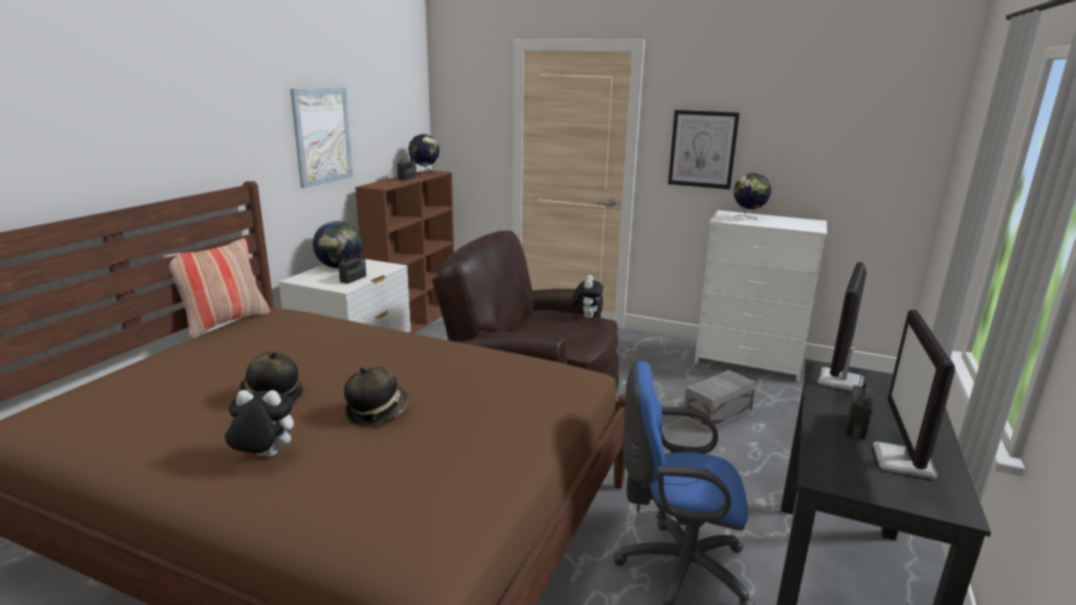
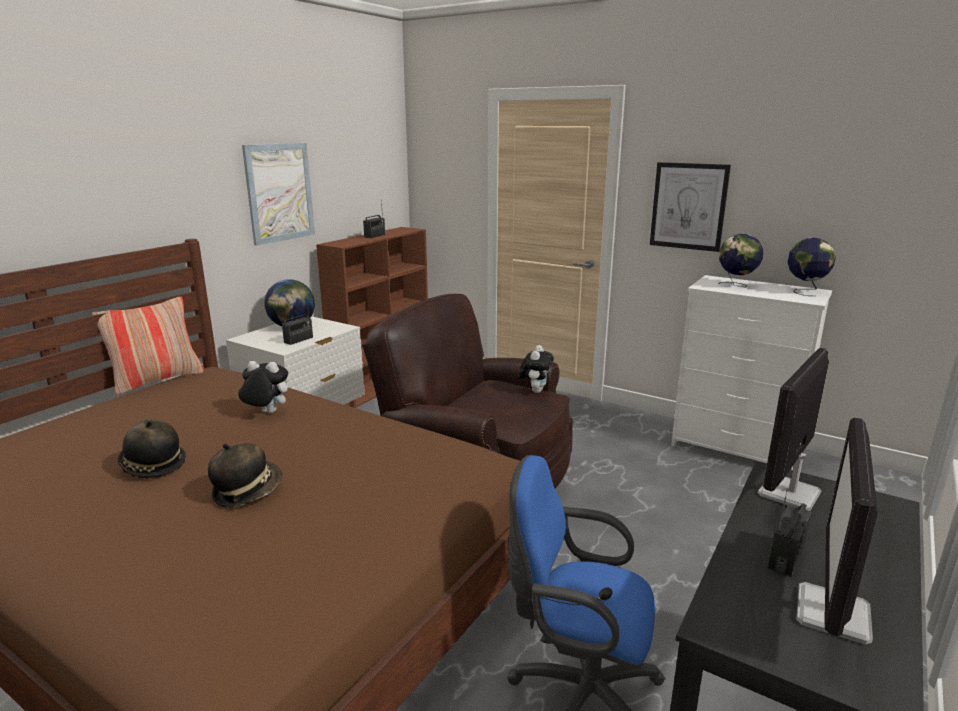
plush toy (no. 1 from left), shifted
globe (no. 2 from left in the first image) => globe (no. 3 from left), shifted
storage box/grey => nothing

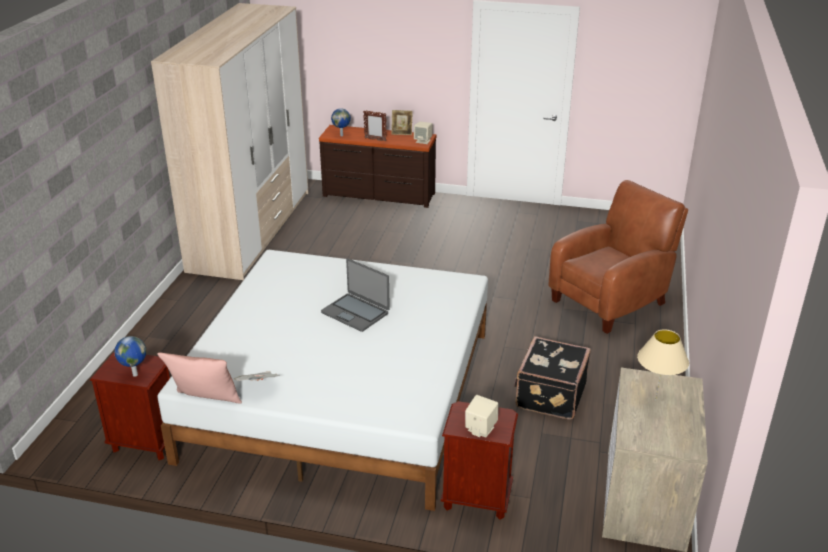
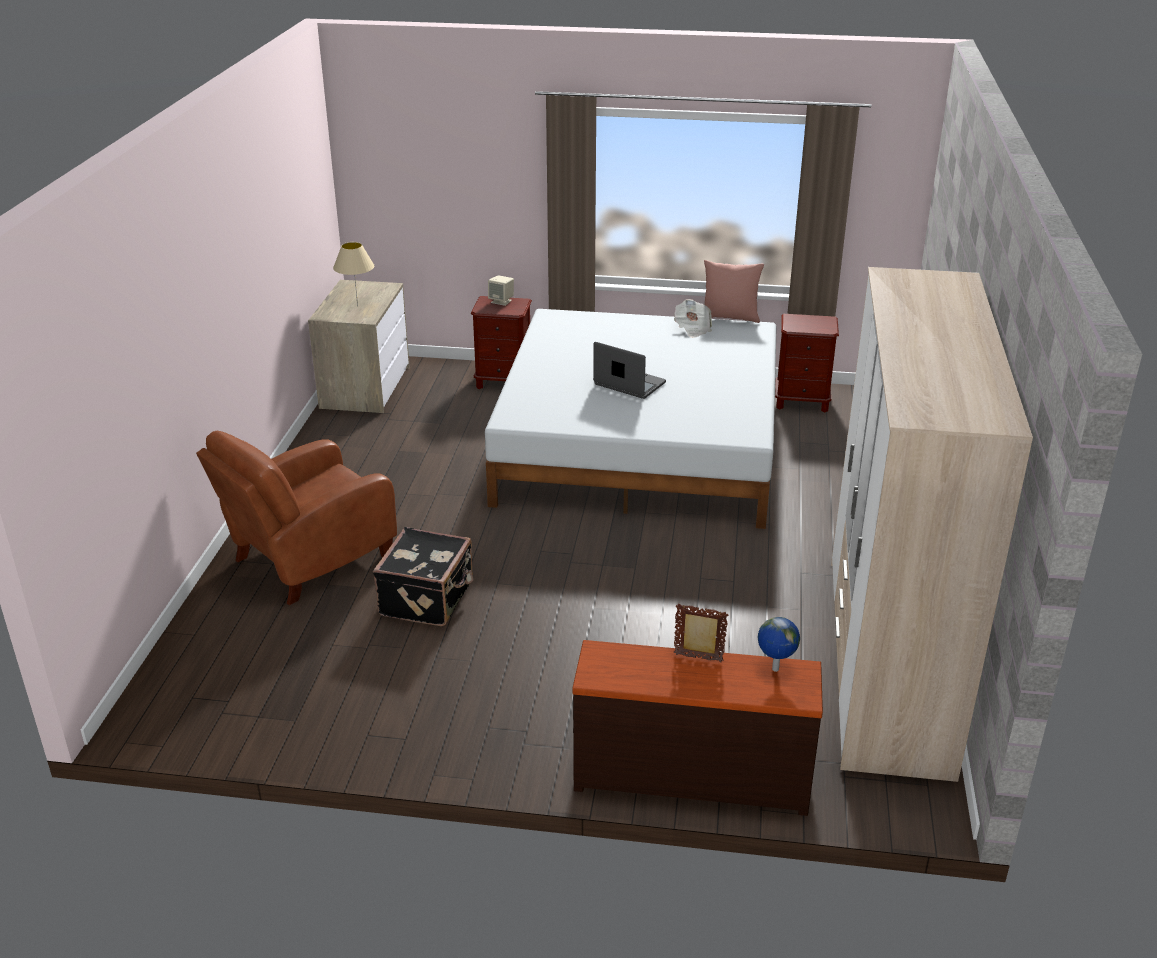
suitcase/black, shifted
globe (no. 1 from left) => nothing
picture frame (no. 2 from left) => nothing
speaker/beige (no. 1 from left) => nothing

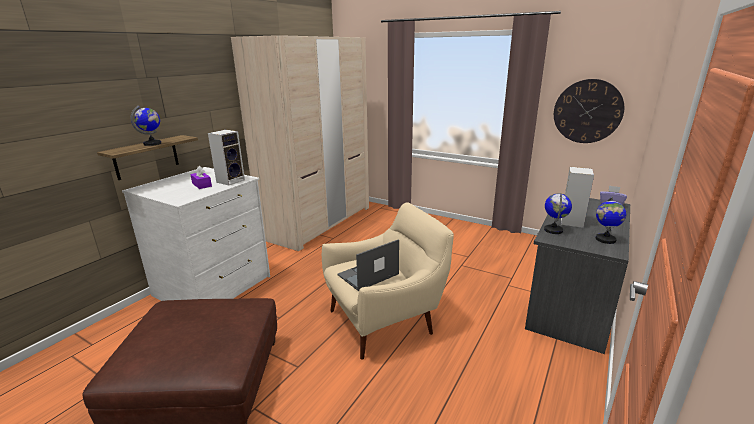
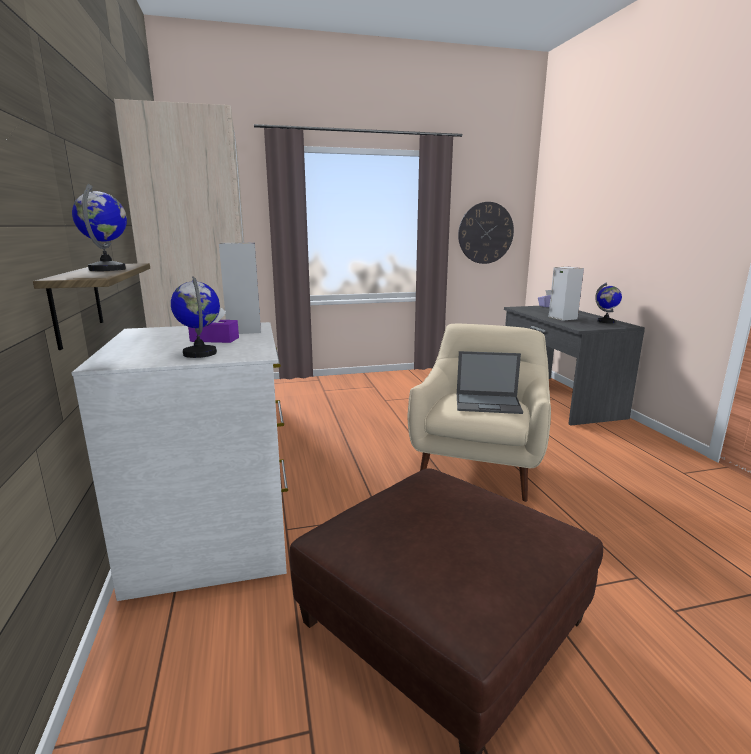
globe (no. 2 from left), shifted
laptop, 90 degrees counterclockwise

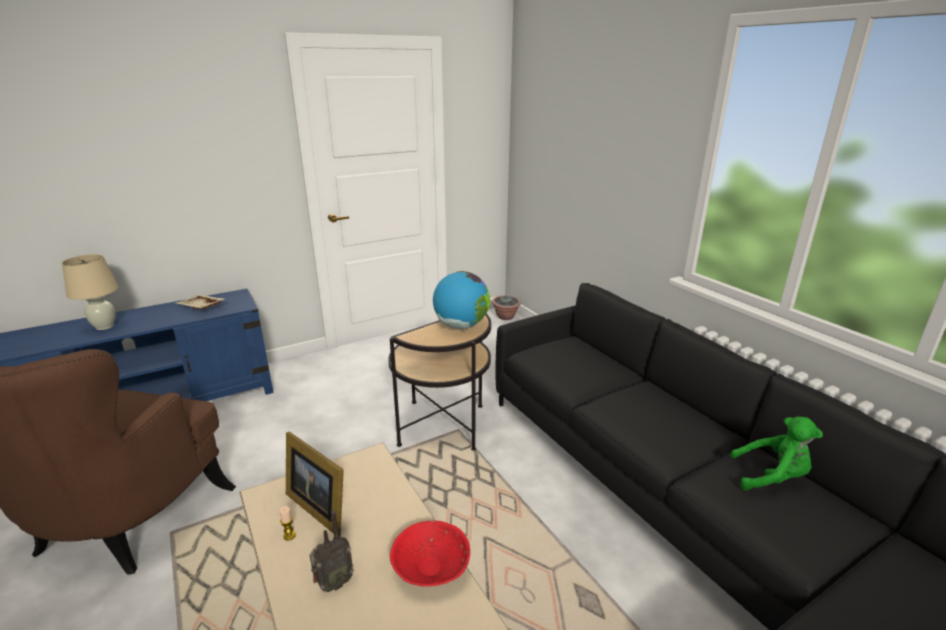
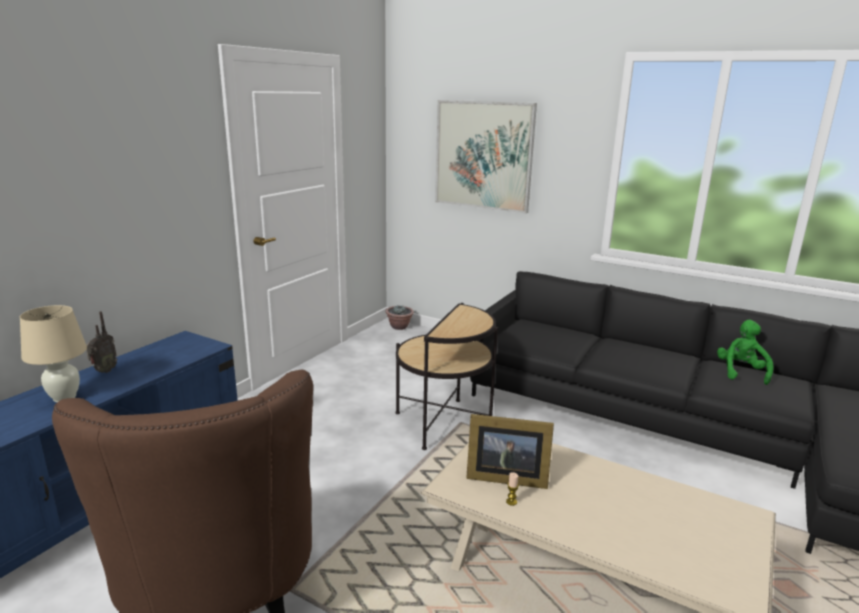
radio, shifted
nothing => picture
plush toy/green, 60 degrees counterclockwise
tray/beige => nothing
bowl/red => nothing
globe => nothing

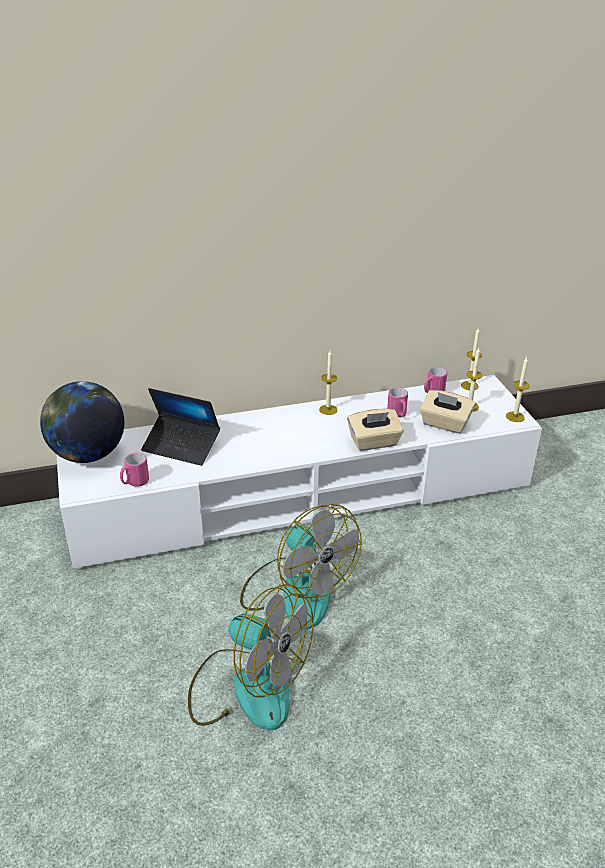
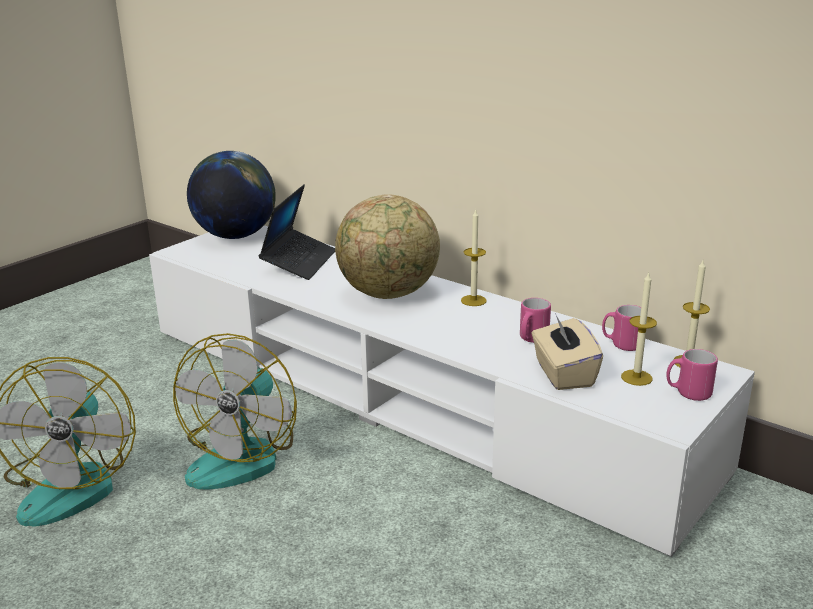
laptop, 150 degrees counterclockwise
nothing => globe (no. 2 from left)
mug/pink (no. 1 from left in the first image) => mug/pink (no. 3 from left), shifted
tissue box/beige (no. 1 from left) => nothing
candle (no. 4 from left) => nothing

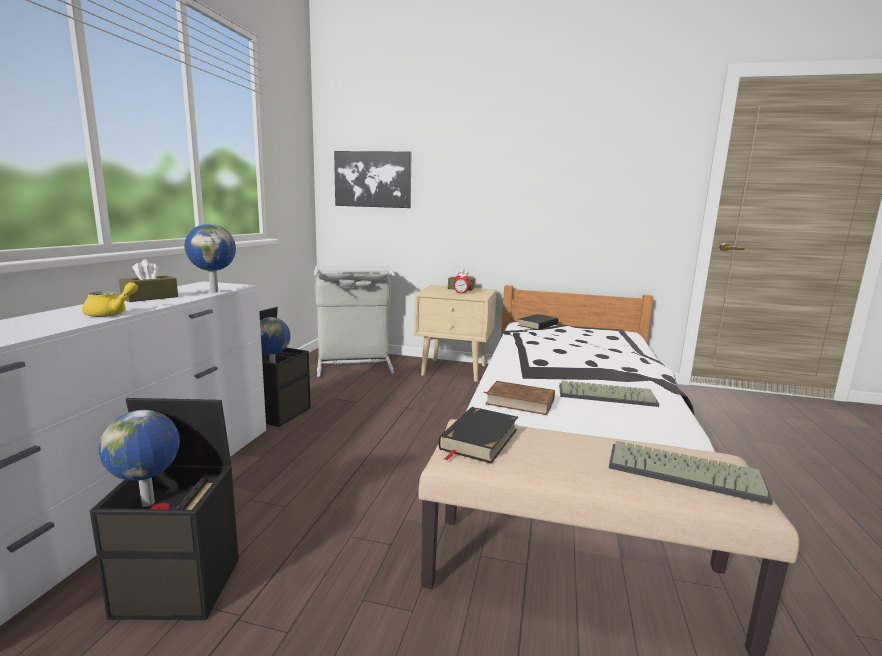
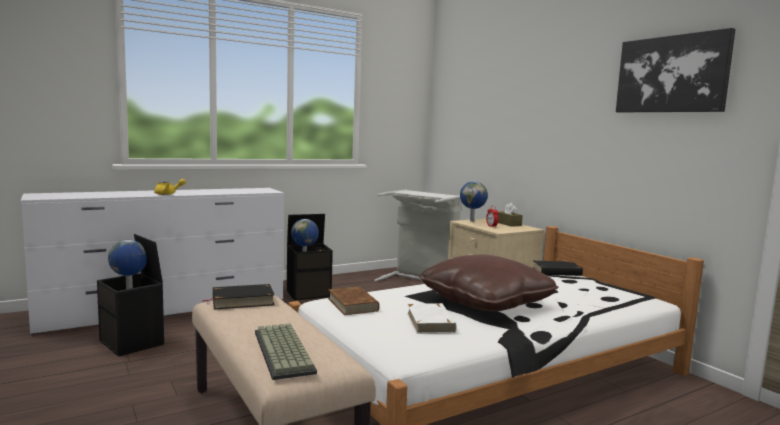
keyboard (no. 1 from left) => book/white
nothing => pillow/brown
globe (no. 2 from left in the first image) => globe (no. 3 from left), shifted
picture, shifted
tissue box/brown (no. 1 from left) => nothing

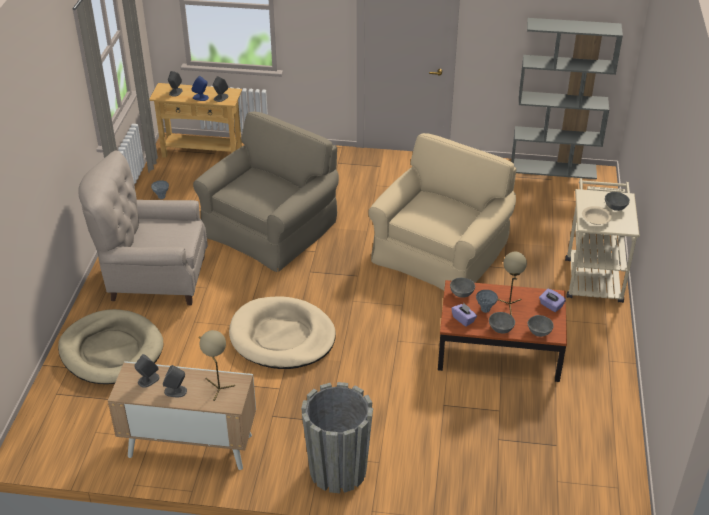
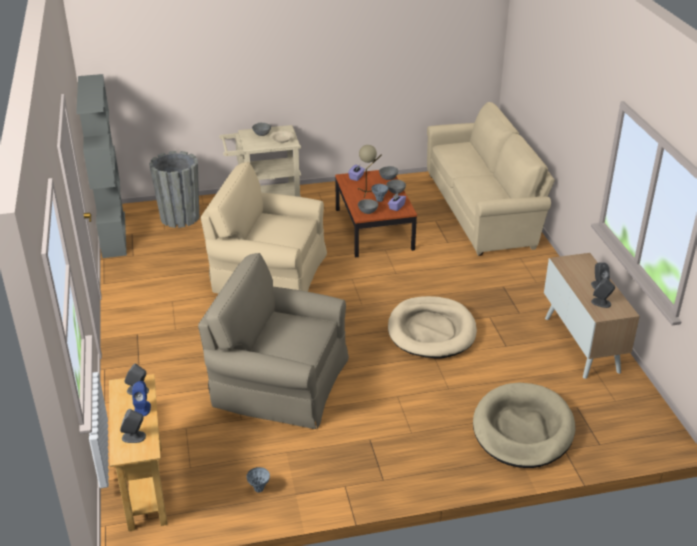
planter/grey, shifted
nothing => sofa/beige
armchair/beige (no. 1 from left) => nothing
table lamp/beige (no. 1 from left) => nothing

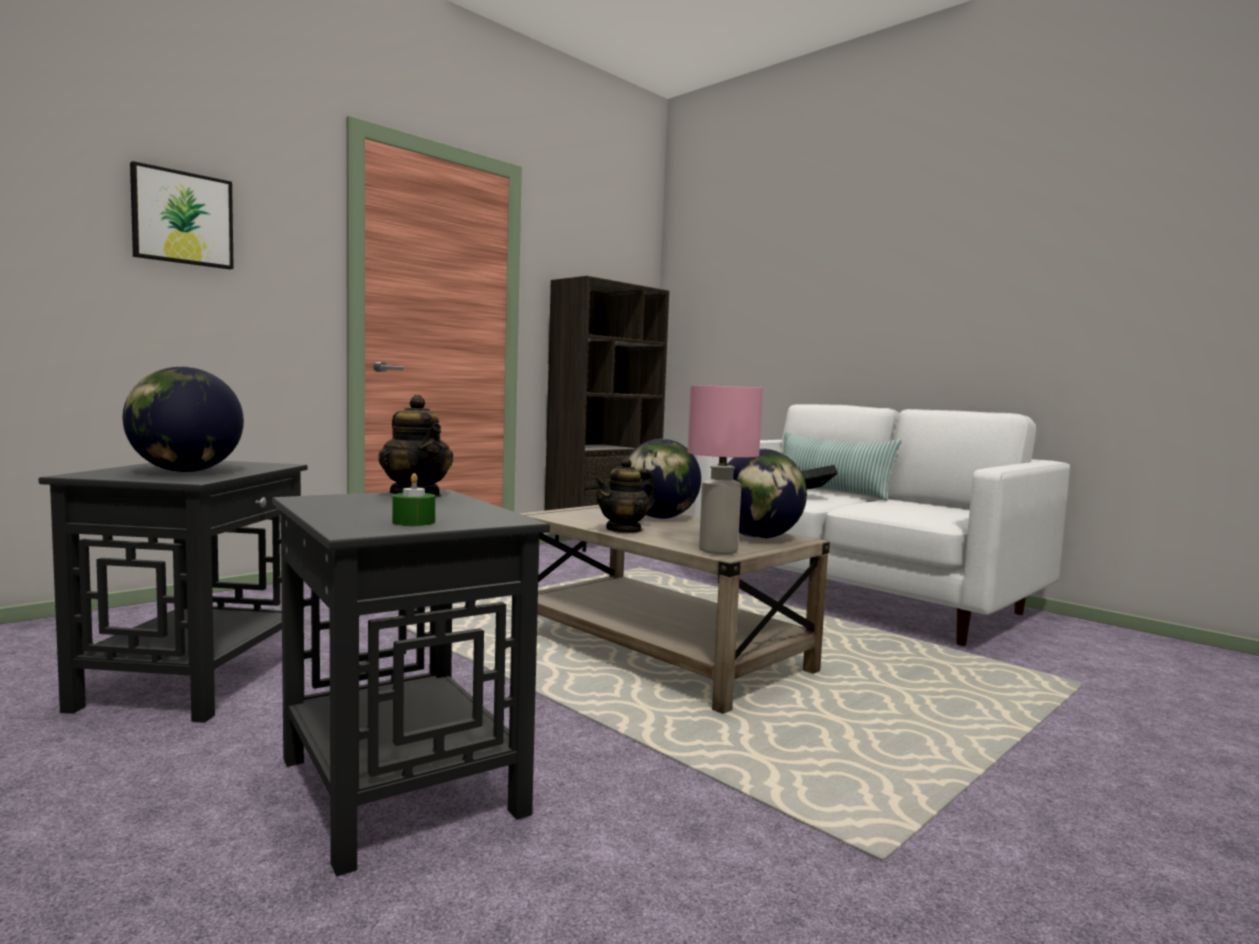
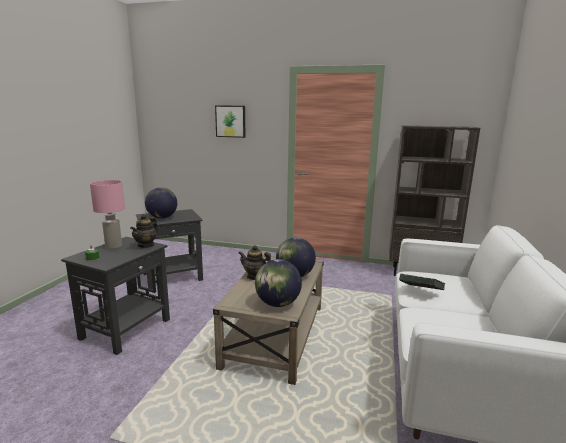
table lamp/pink, shifted
pillow => nothing

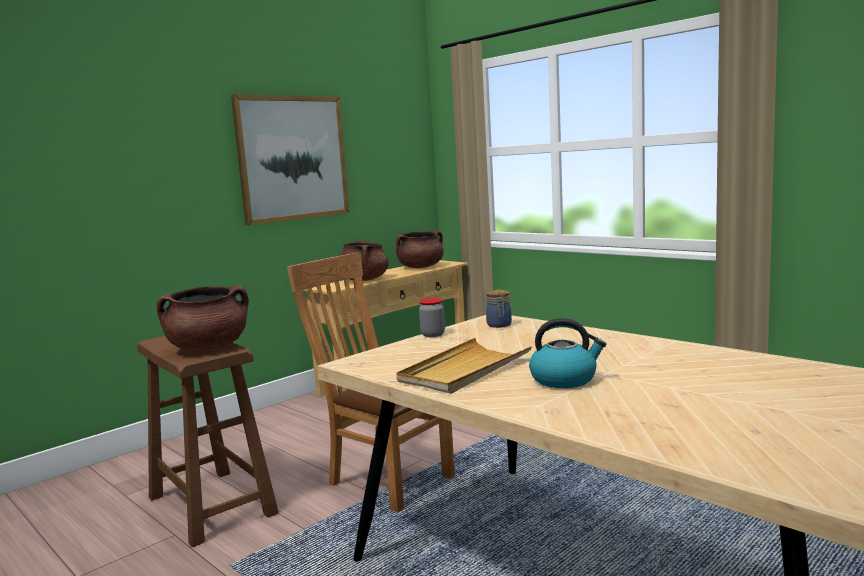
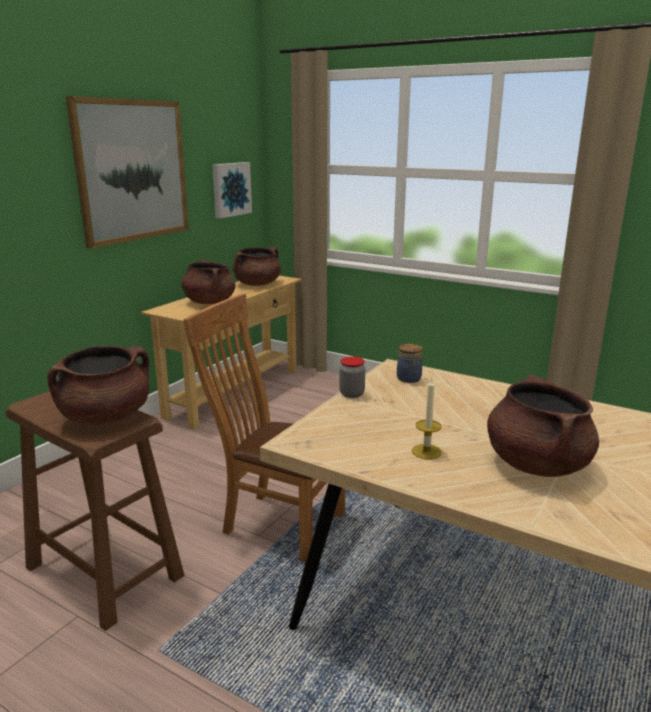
nothing => picture (no. 2 from left)
tray/beige => candle
kettle => cooking pot/brown (no. 4 from left)

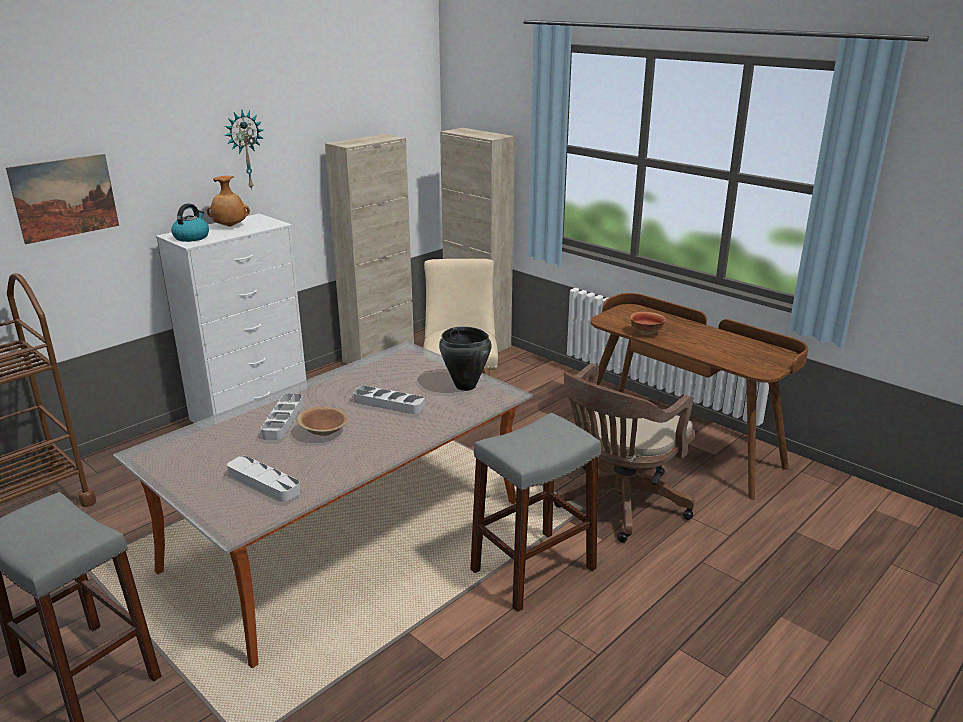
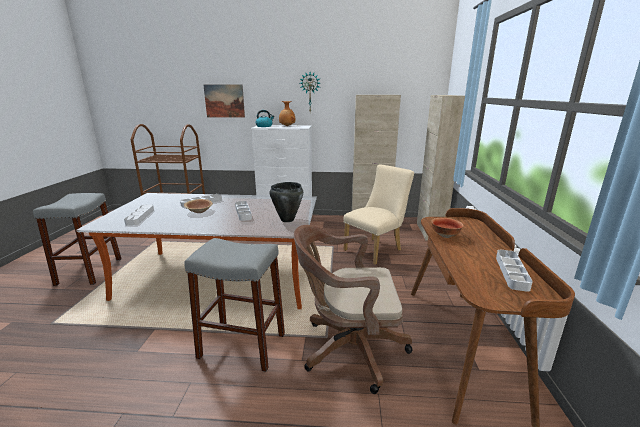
nothing => tray/grey (no. 4 from left)

